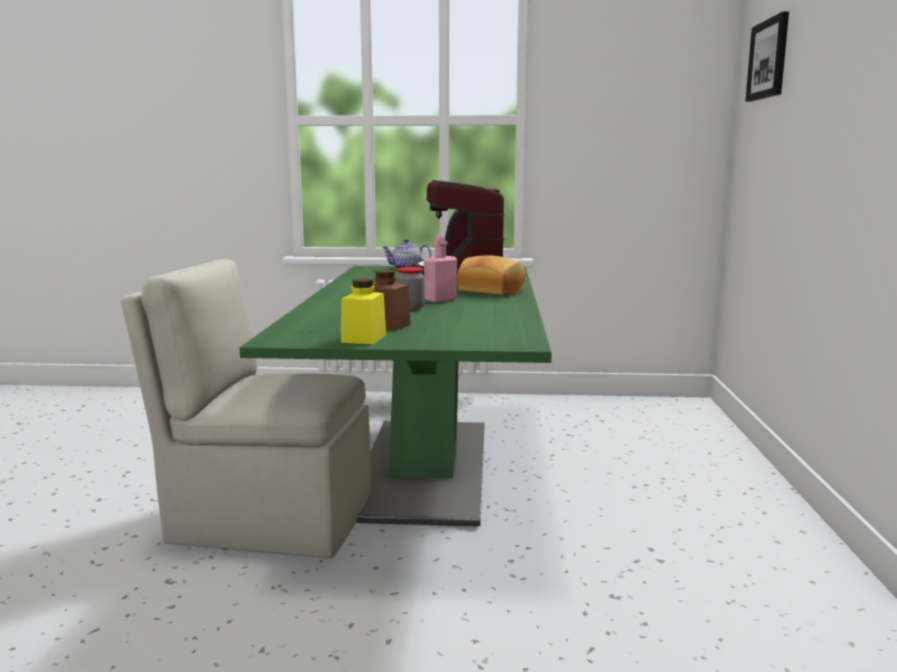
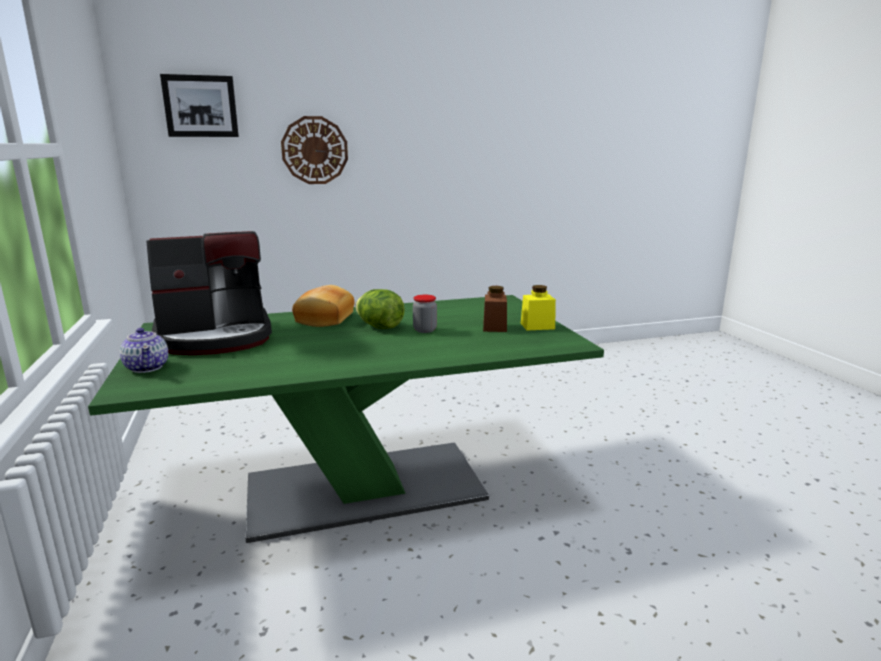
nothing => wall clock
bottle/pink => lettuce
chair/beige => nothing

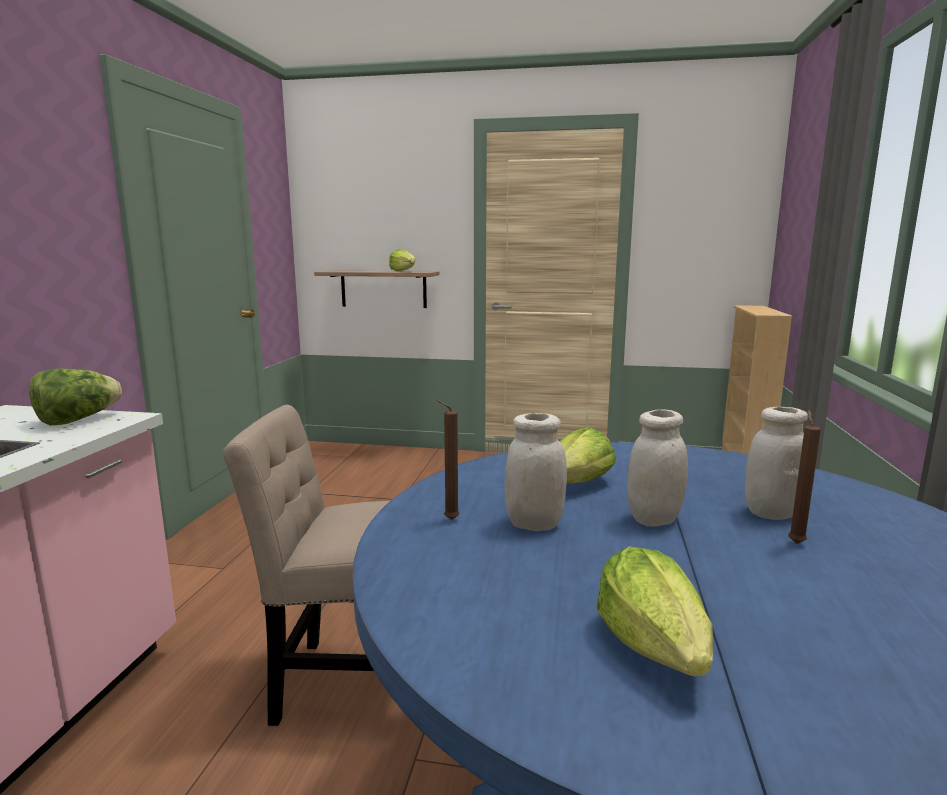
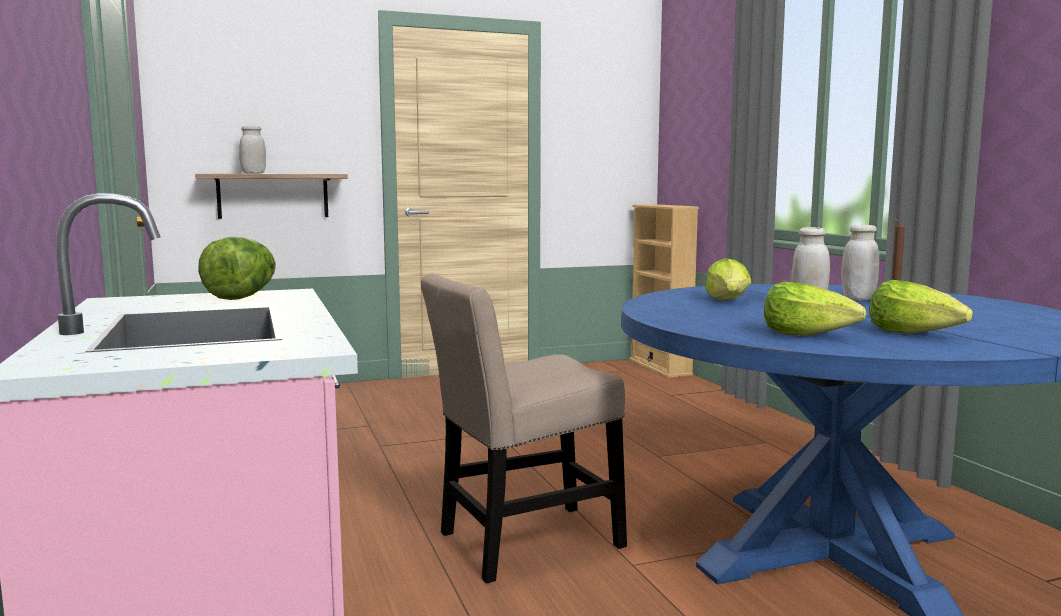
jar/white (no. 1 from left), shifted
lettuce (no. 2 from left in the first image) => lettuce (no. 3 from left), shifted
candle/brown (no. 1 from left) => nothing

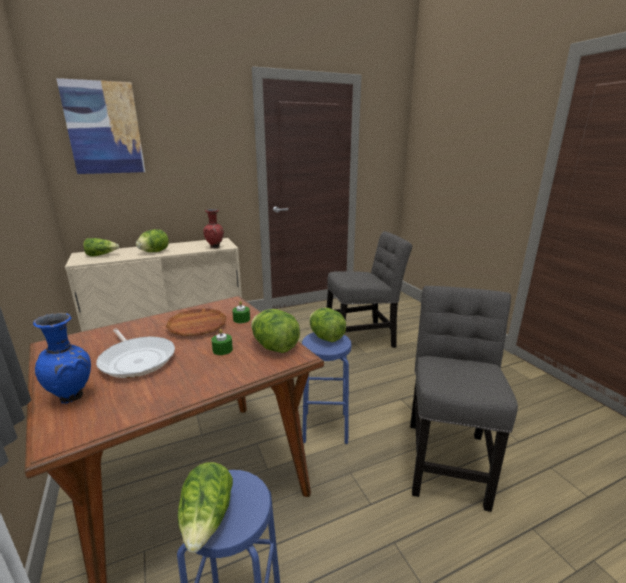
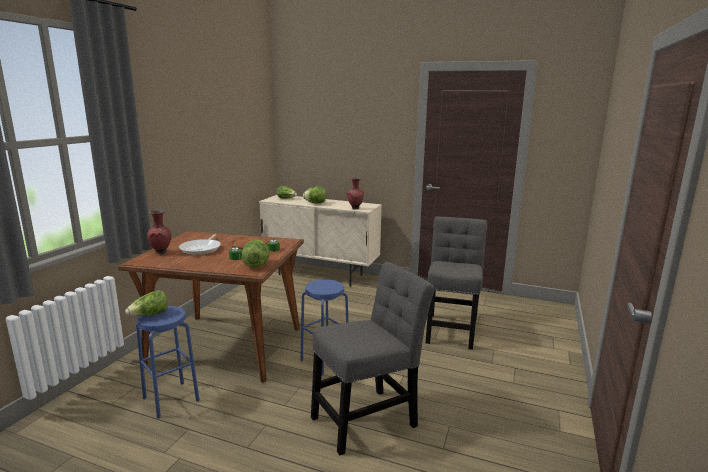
vase/blue => vase/red (no. 1 from left)
chair/grey (no. 1 from left in the first image) => chair/grey (no. 2 from left), 105 degrees counterclockwise
picture => nothing
lettuce (no. 5 from left) => nothing

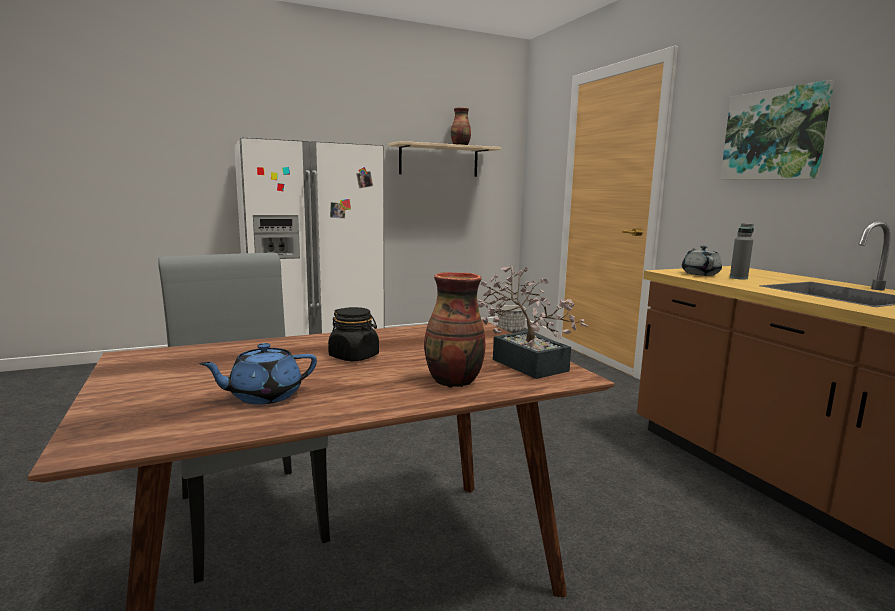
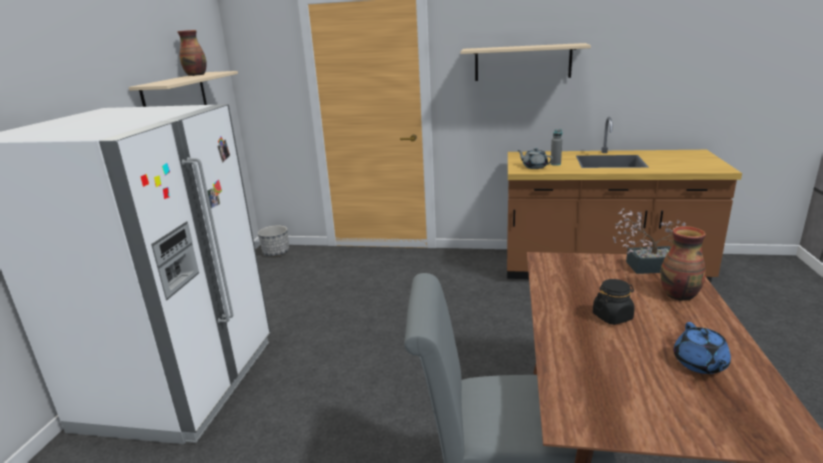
picture => shelf/beige (no. 2 from left)

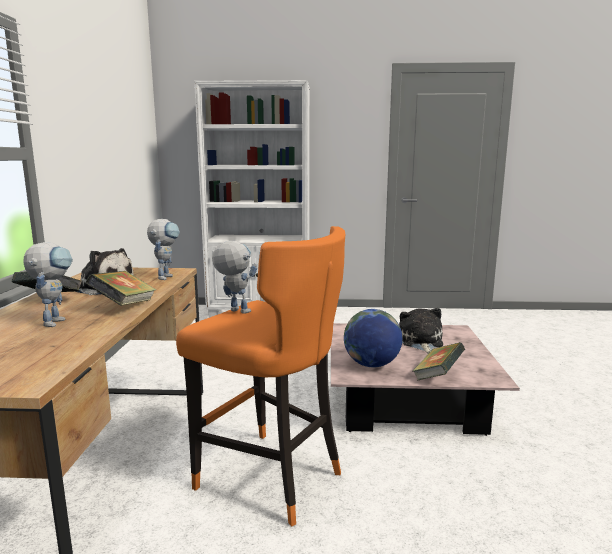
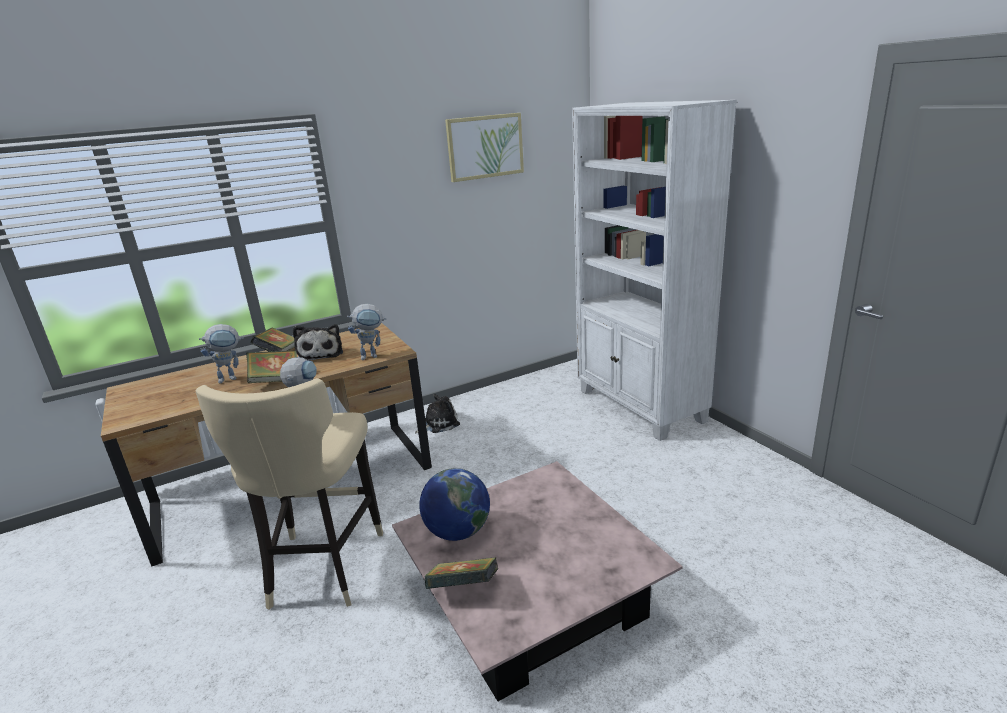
stool/orange => stool/beige
plush toy (no. 2 from left), shifted
nothing => picture

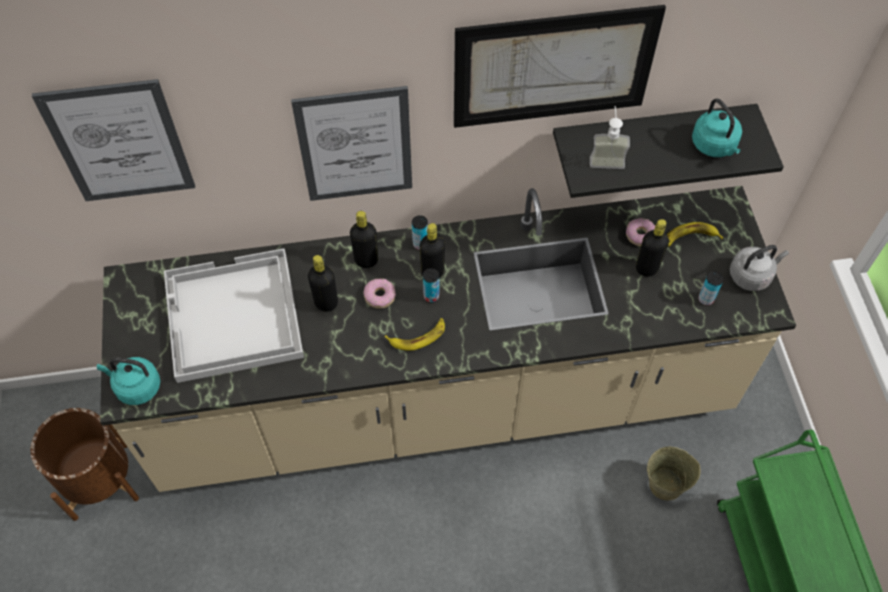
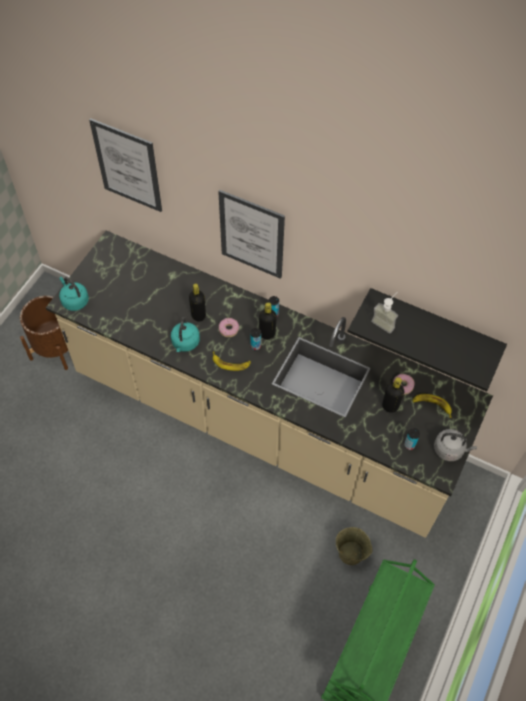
kettle/turquoise (no. 2 from left), shifted
tray/white => nothing
bottle/black (no. 2 from left) => nothing
picture (no. 3 from left) => nothing

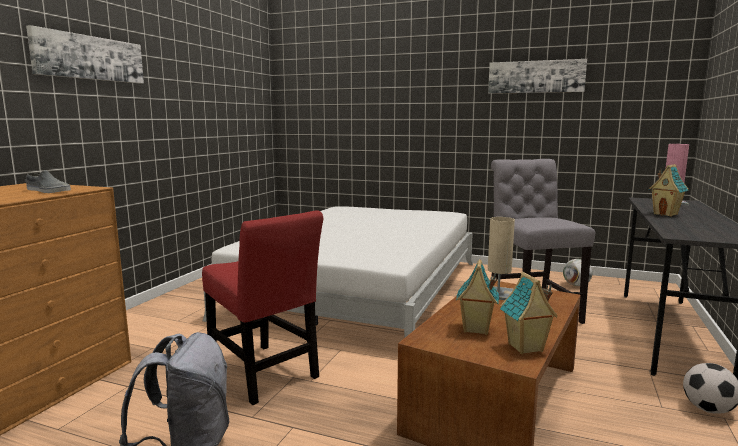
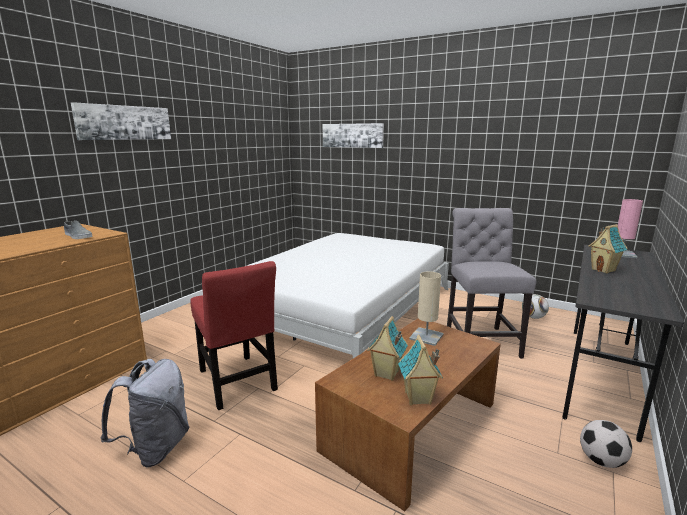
picture (no. 2 from left), shifted

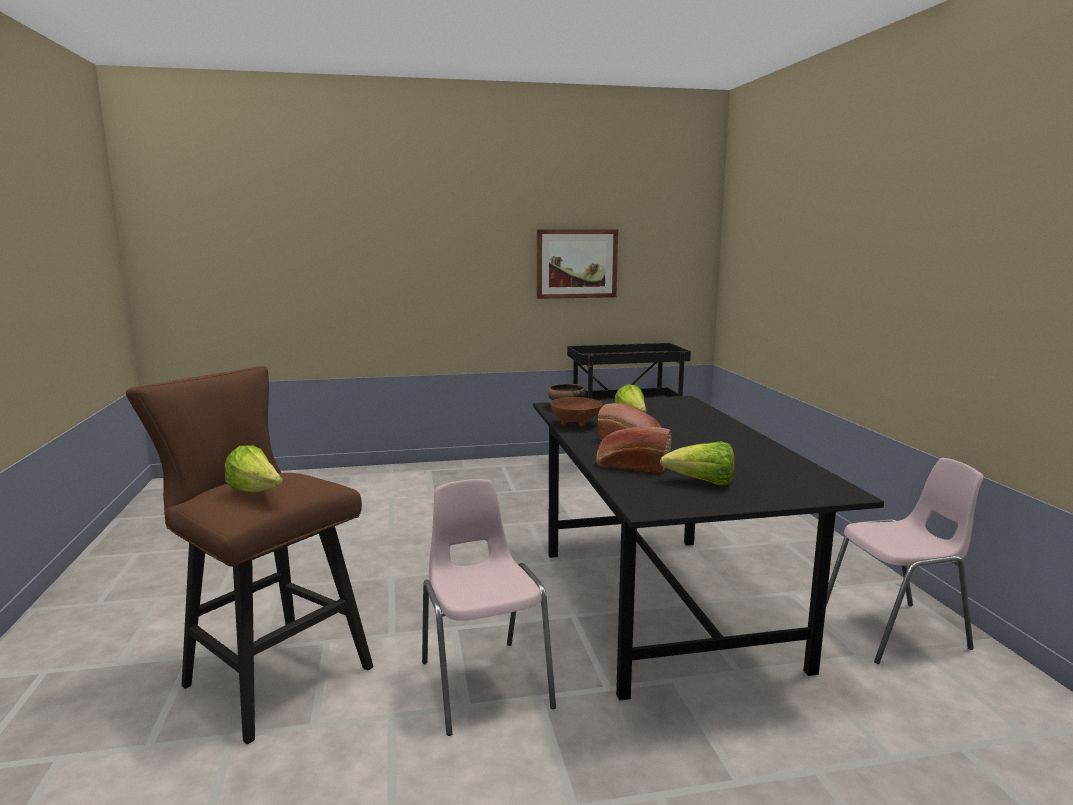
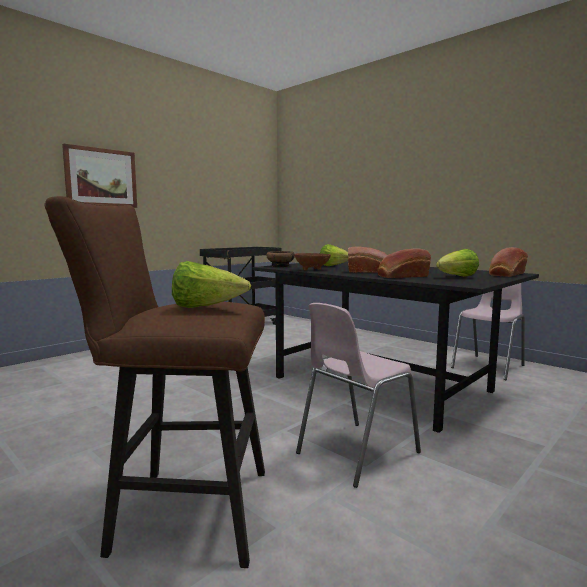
picture, shifted
chair/pink (no. 1 from left), 75 degrees counterclockwise
nothing => bread (no. 3 from left)

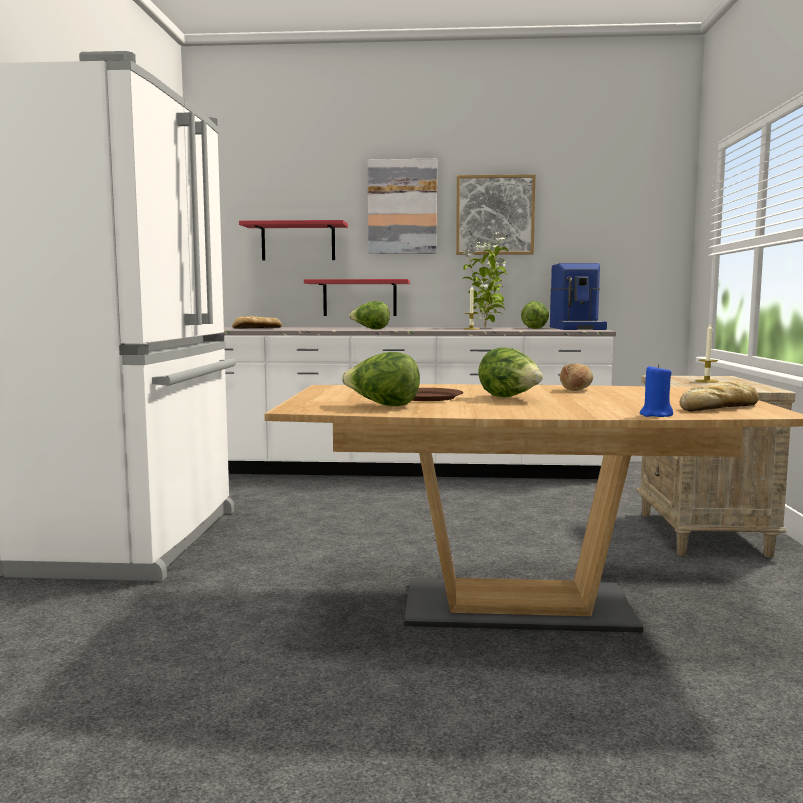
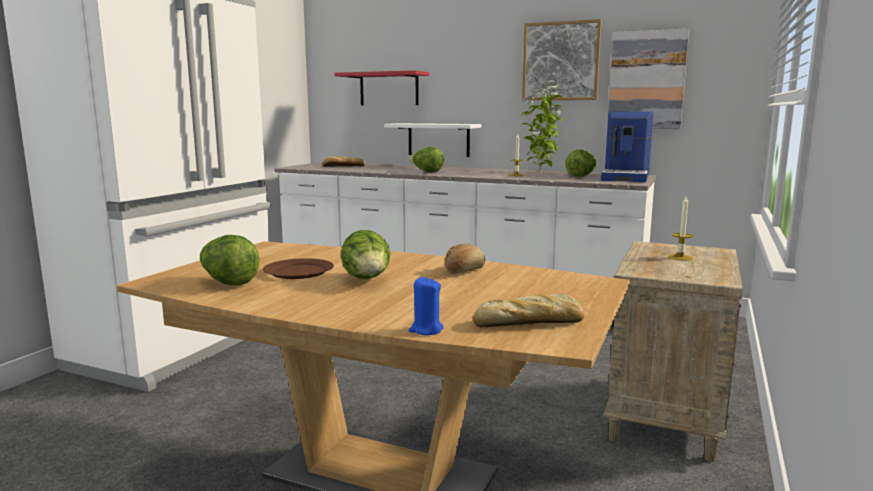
shelf/red (no. 2 from left) => shelf/white
picture (no. 1 from left in the first image) => picture (no. 2 from left), shifted

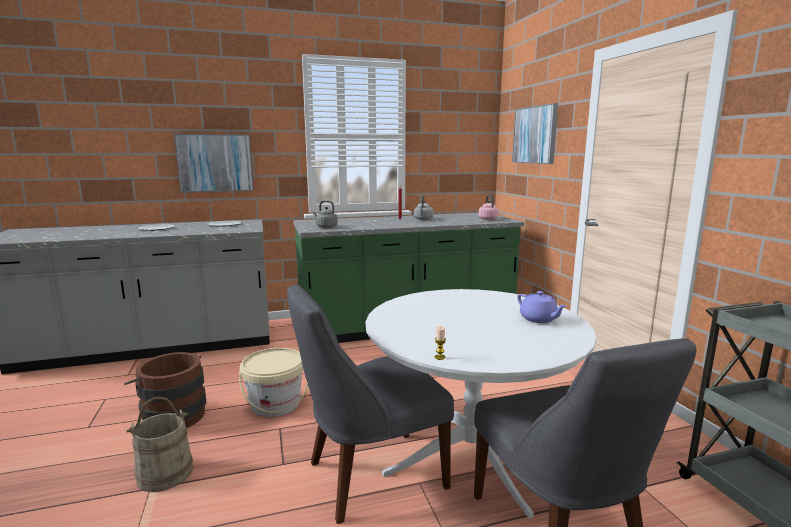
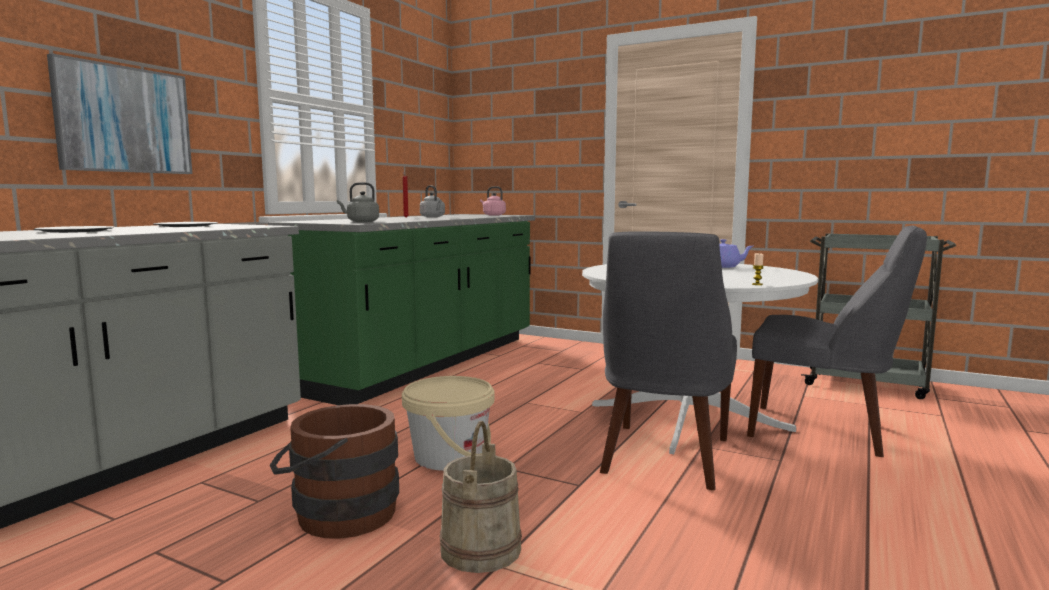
picture (no. 2 from left) => nothing

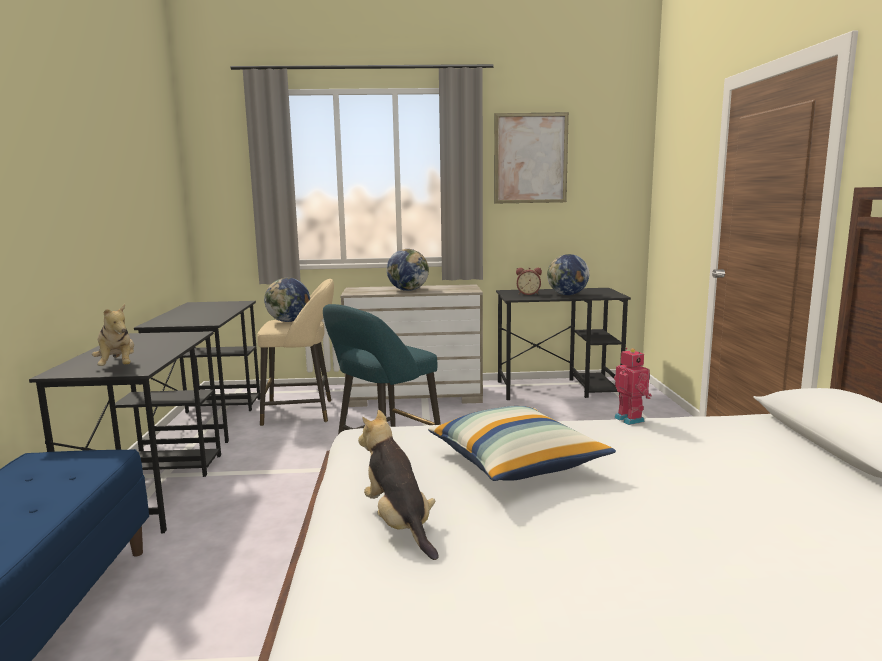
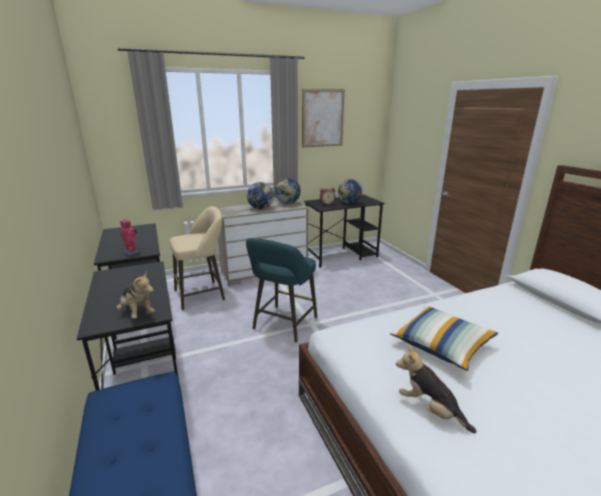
toy robot, shifted
globe (no. 1 from left in the first image) => globe (no. 2 from left), shifted

